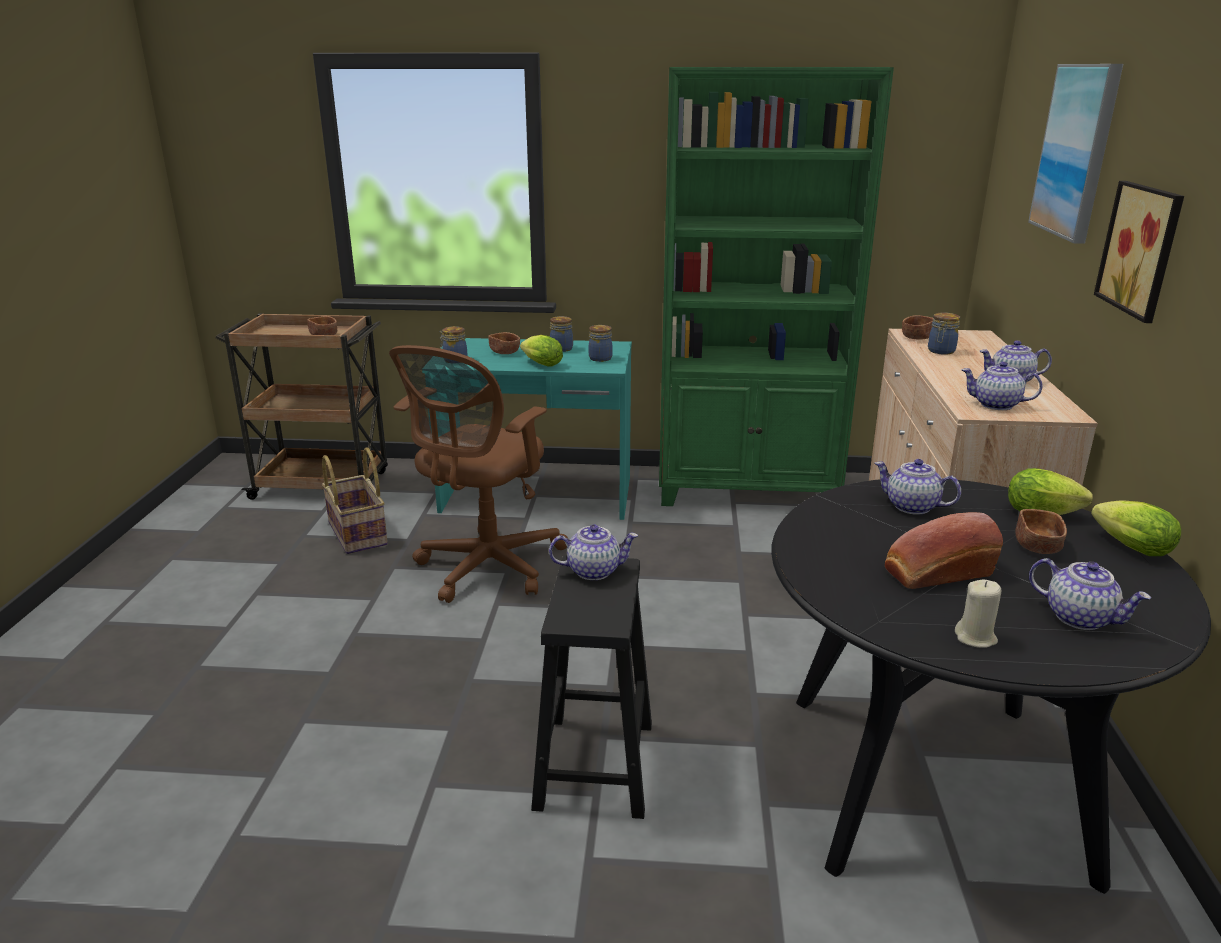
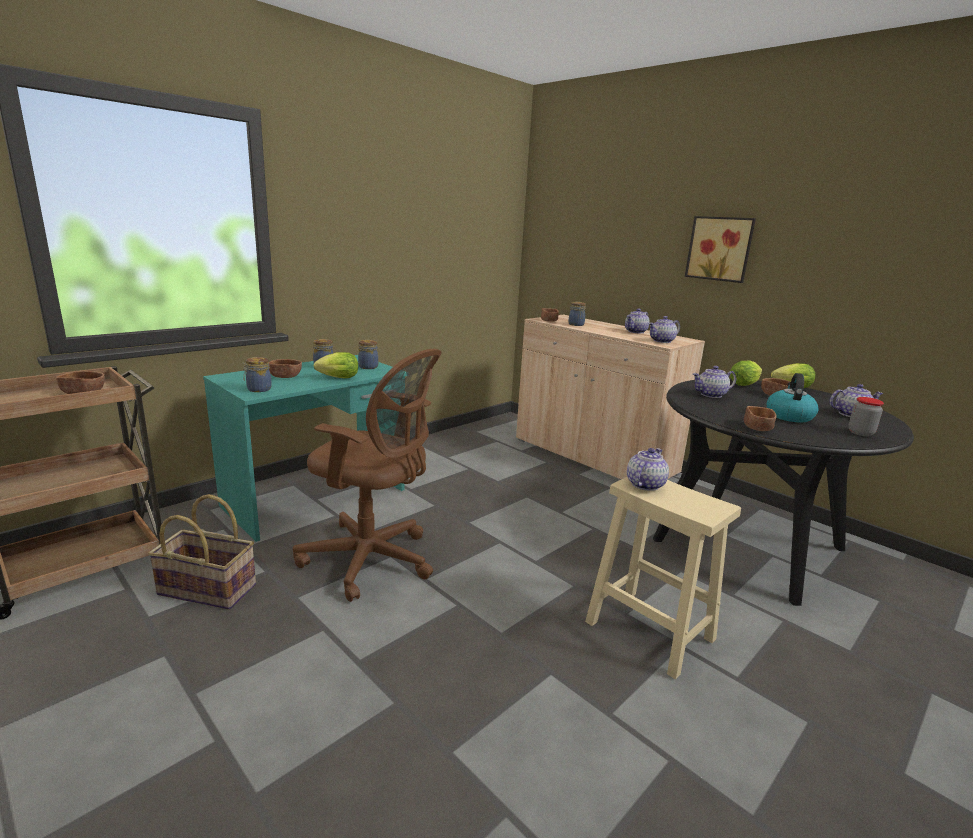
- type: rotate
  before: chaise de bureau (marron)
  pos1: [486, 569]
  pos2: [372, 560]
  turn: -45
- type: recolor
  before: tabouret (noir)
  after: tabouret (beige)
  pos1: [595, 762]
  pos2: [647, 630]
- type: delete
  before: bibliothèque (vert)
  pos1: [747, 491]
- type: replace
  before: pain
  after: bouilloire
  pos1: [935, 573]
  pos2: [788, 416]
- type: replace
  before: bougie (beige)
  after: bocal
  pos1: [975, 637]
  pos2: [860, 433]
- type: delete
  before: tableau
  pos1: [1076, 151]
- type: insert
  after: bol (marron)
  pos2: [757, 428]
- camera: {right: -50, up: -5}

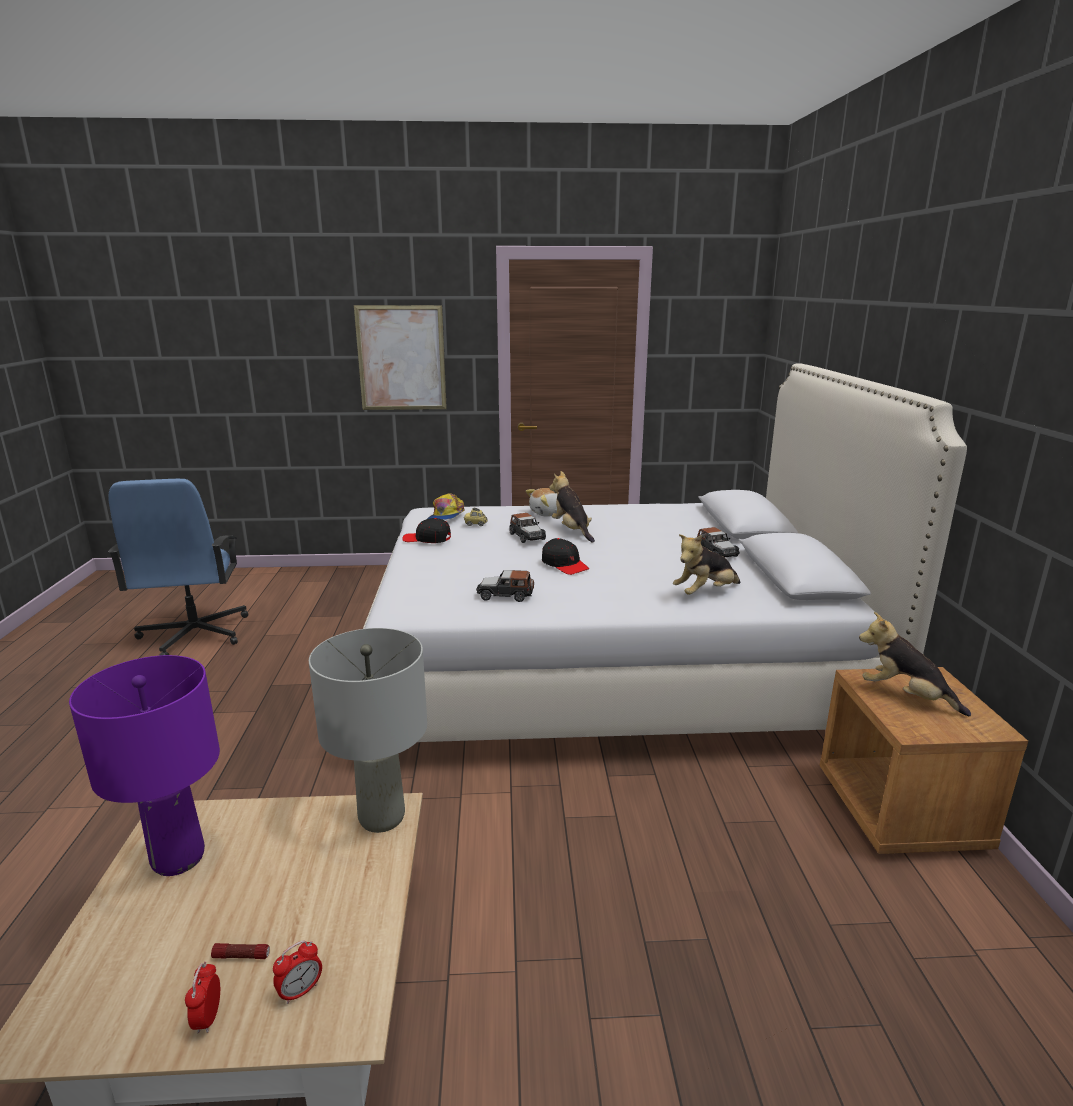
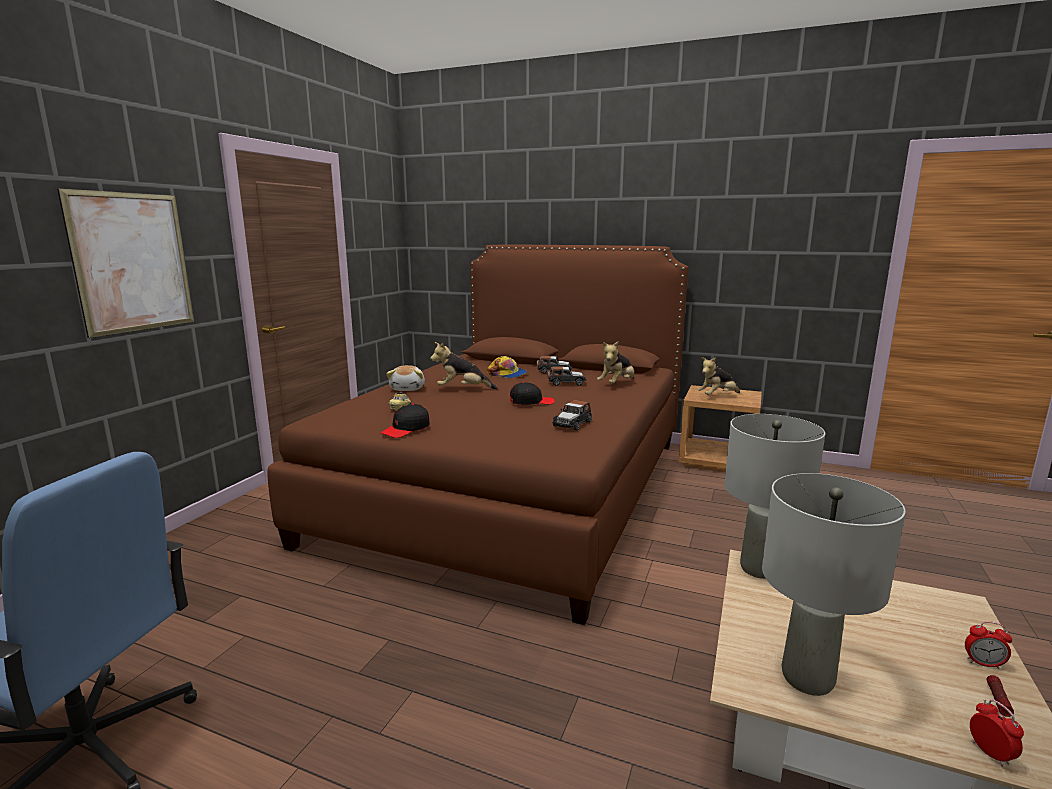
- type: recolor
  before: lampe de table (violet)
  after: lampe de table (gris)
  pos1: [179, 858]
  pos2: [807, 678]
- type: move
  before: lampe de poche
  pos1: [241, 956]
  pos2: [998, 699]
- type: move
  before: réveil
  pos1: [300, 991]
  pos2: [990, 753]
- type: recolor
  before: lit (blanc)
  after: lit (marron)
  pos1: [607, 665]
  pos2: [513, 487]
- type: move
  before: casquette
  pos1: [446, 516]
  pos2: [507, 374]
- type: move
  before: petite voiture
  pos1: [527, 536]
  pos2: [566, 383]
- type: rotate
  before: peluche
  pos1: [705, 593]
  pos2: [617, 384]
  turn: 45
- camera: {right: -65, up: -5}

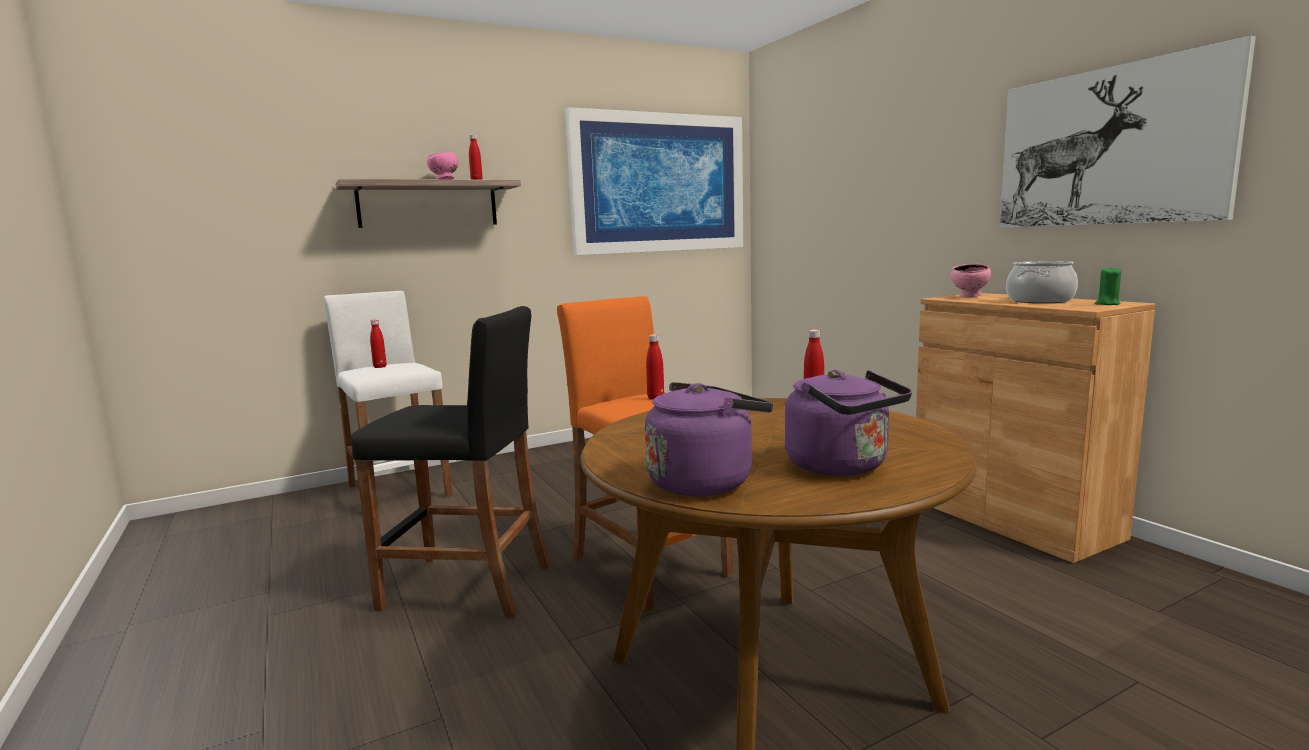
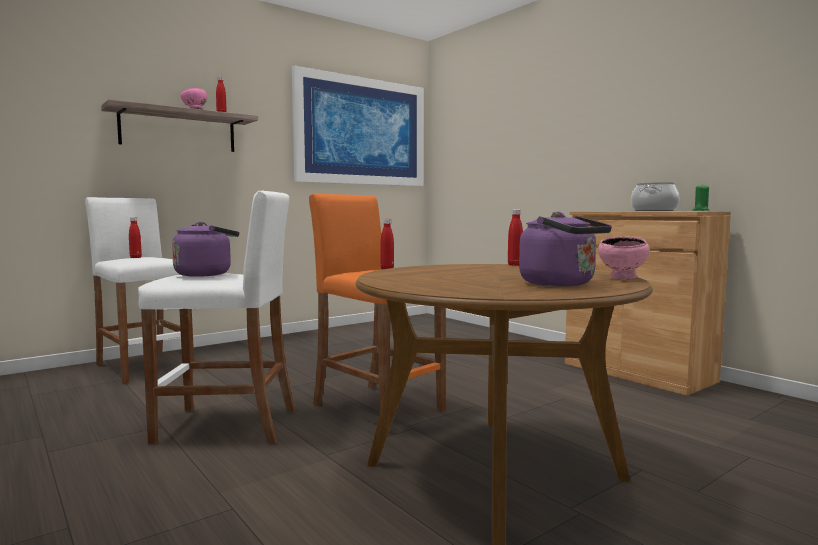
- type: recolor
  before: tabouret (noir)
  after: tabouret (blanc)
  pos1: [468, 587]
  pos2: [228, 426]
- type: move
  before: bouilloire (violet)
  pos1: [704, 481]
  pos2: [206, 274]
- type: move
  before: bol (rose)
  pos1: [970, 297]
  pos2: [623, 278]
- type: delete
  before: tableau
  pos1: [1109, 147]
- camera: {right: -10, up: -5}

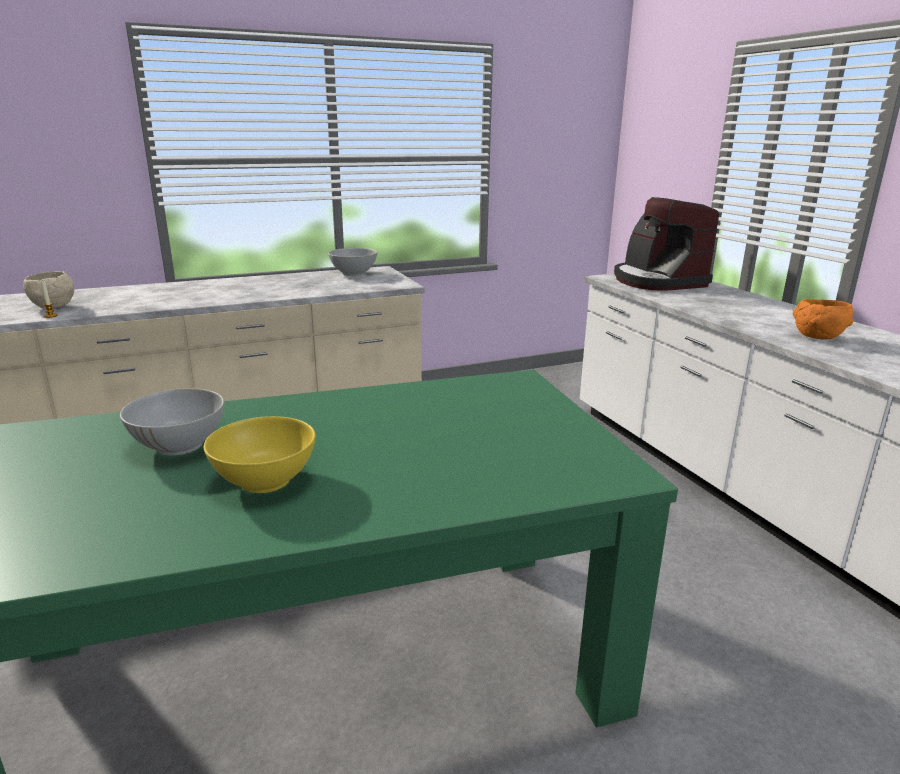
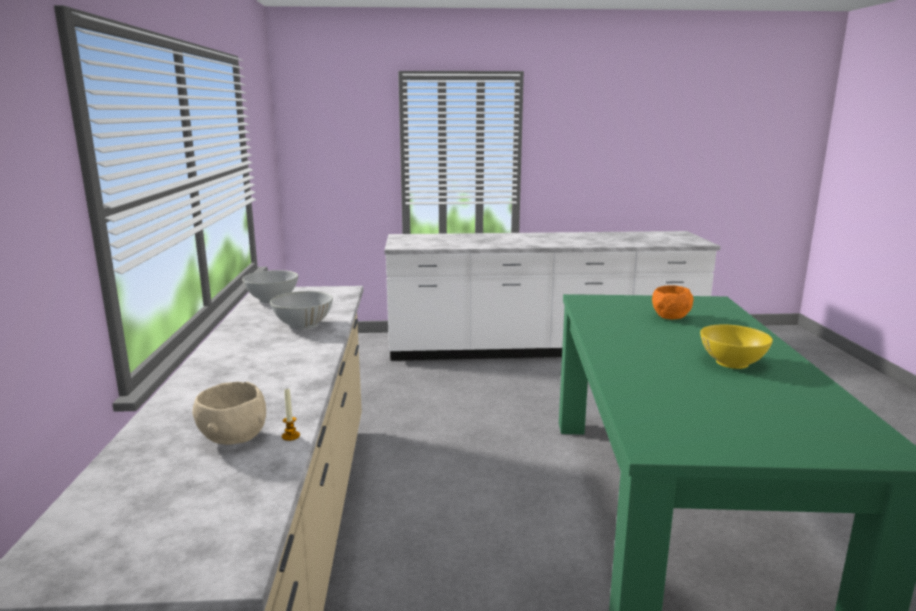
- type: move
  before: bol (blanc)
  pos1: [180, 445]
  pos2: [303, 325]
- type: delete
  before: machine à café
  pos1: [657, 281]
- type: move
  before: bol (orange)
  pos1: [818, 337]
  pos2: [670, 317]
- camera: {right: -70, up: -5}

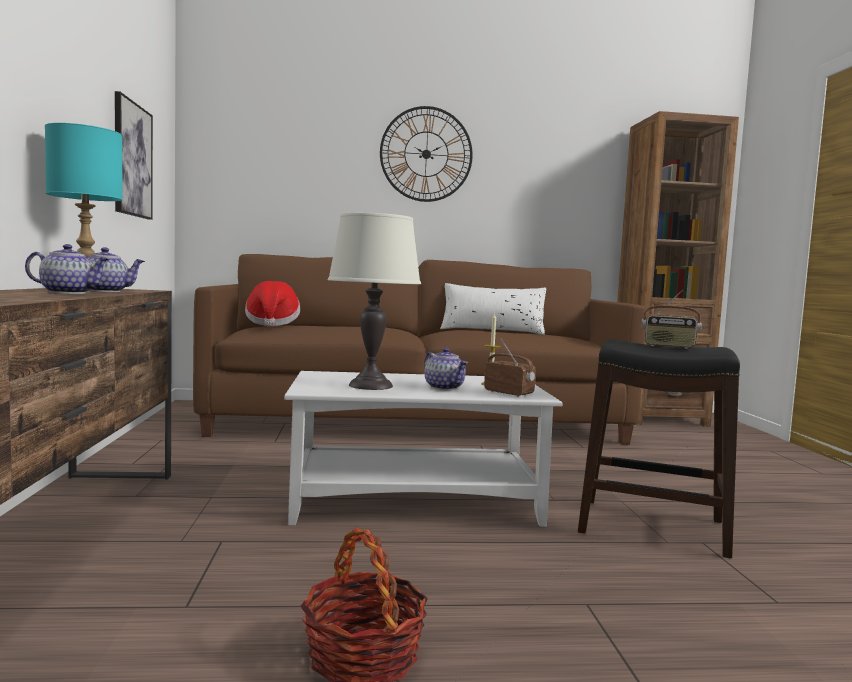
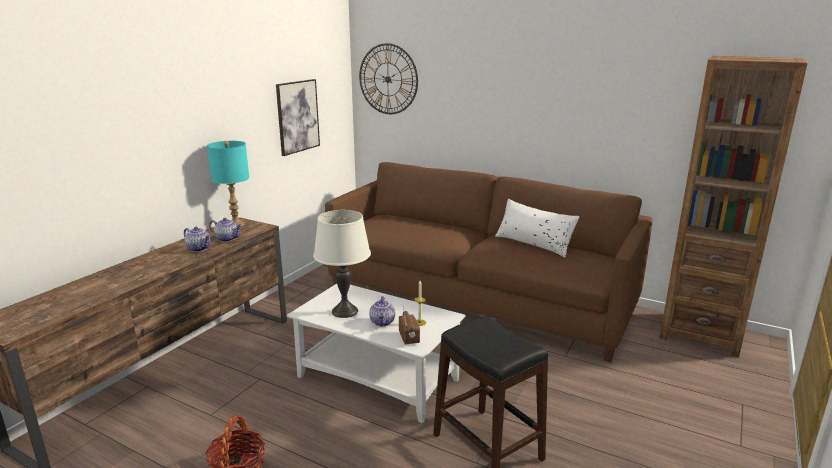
- type: delete
  before: chapeau
  pos1: [272, 324]
- type: move
  before: horloge murale
  pos1: [426, 154]
  pos2: [388, 79]
- type: delete
  before: radio
  pos1: [669, 346]
- camera: {right: 35, up: 15}

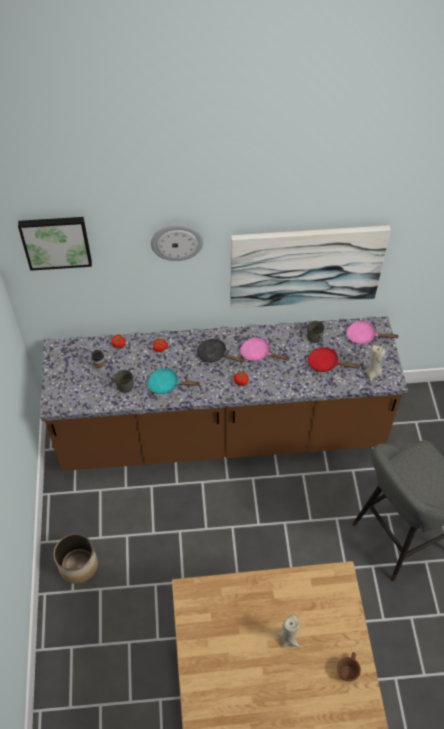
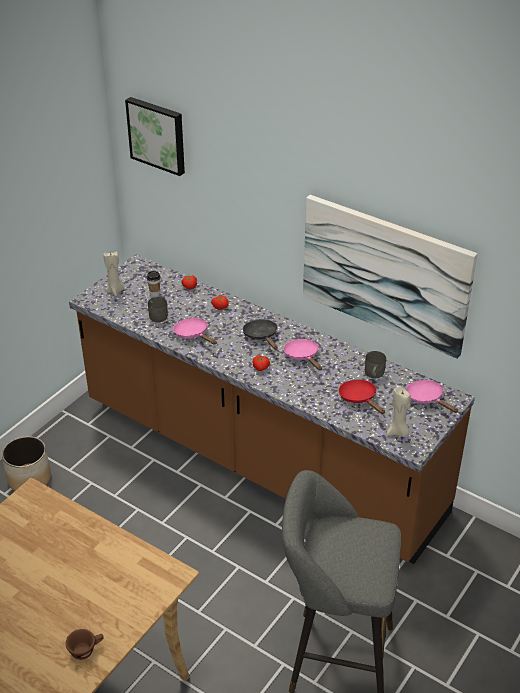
- type: recolor
  before: poêle (turquoise)
  after: poêle (rose)
  pos1: [167, 385]
  pos2: [193, 334]
- type: delete
  before: horloge murale
  pos1: [177, 241]
- type: move
  before: bougie (beige)
  pos1: [288, 638]
  pos2: [115, 291]
- camera: {right: 40, up: -15}

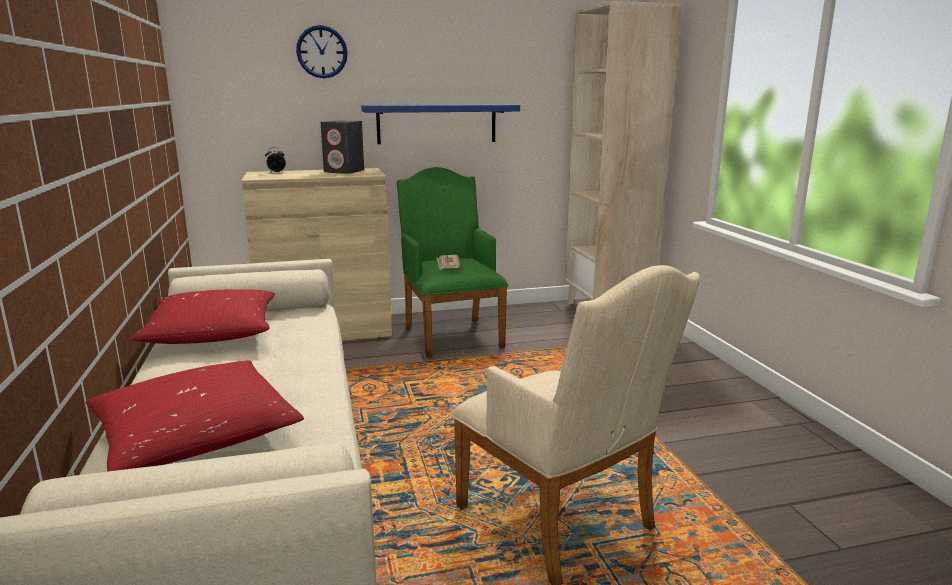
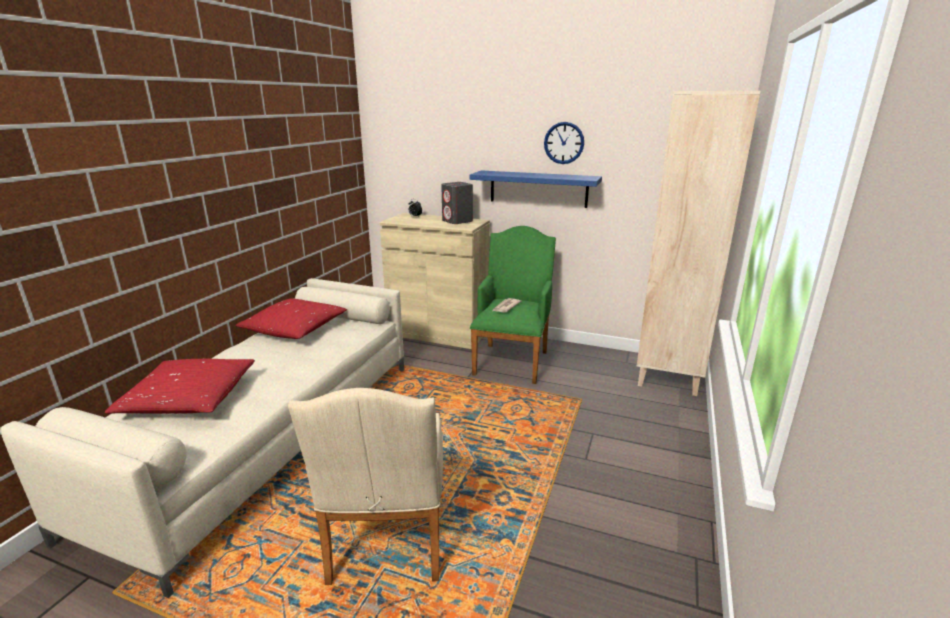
- type: move
  before: horloge murale
  pos1: [322, 52]
  pos2: [564, 143]
- camera: {right: 35, up: 5}

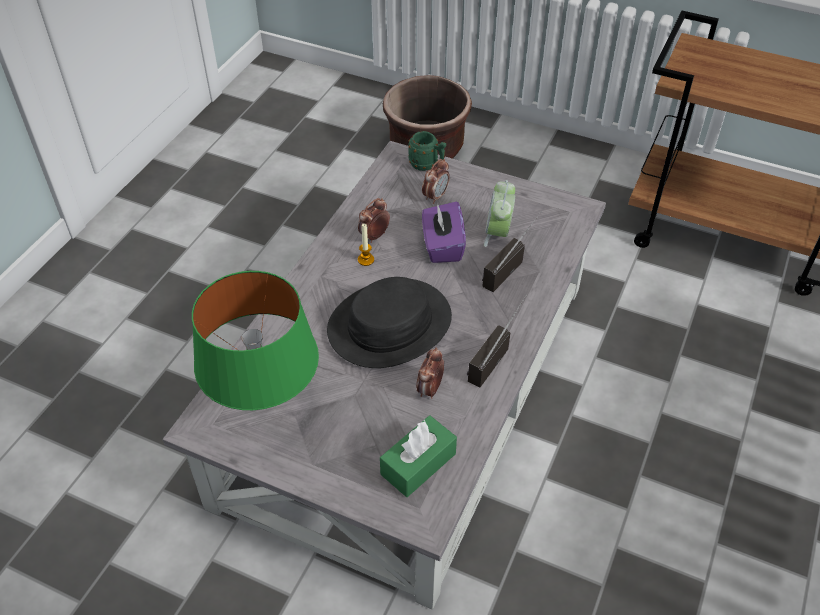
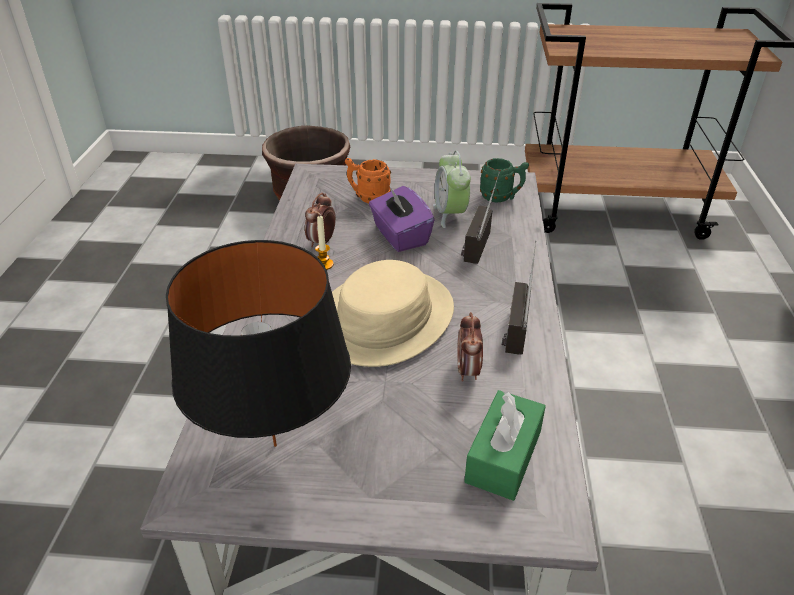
- type: recolor
  before: lampe de table (vert)
  after: lampe de table (noir)
  pos1: [265, 407]
  pos2: [274, 445]
- type: recolor
  before: chapeau (noir)
  after: chapeau (beige)
  pos1: [390, 325]
  pos2: [384, 318]
- type: move
  before: mug (vert)
  pos1: [427, 166]
  pos2: [501, 197]
- type: replace
  before: réveil
  after: mug (orange)
  pos1: [435, 196]
  pos2: [368, 197]
- camera: {right: -20, up: -10}

